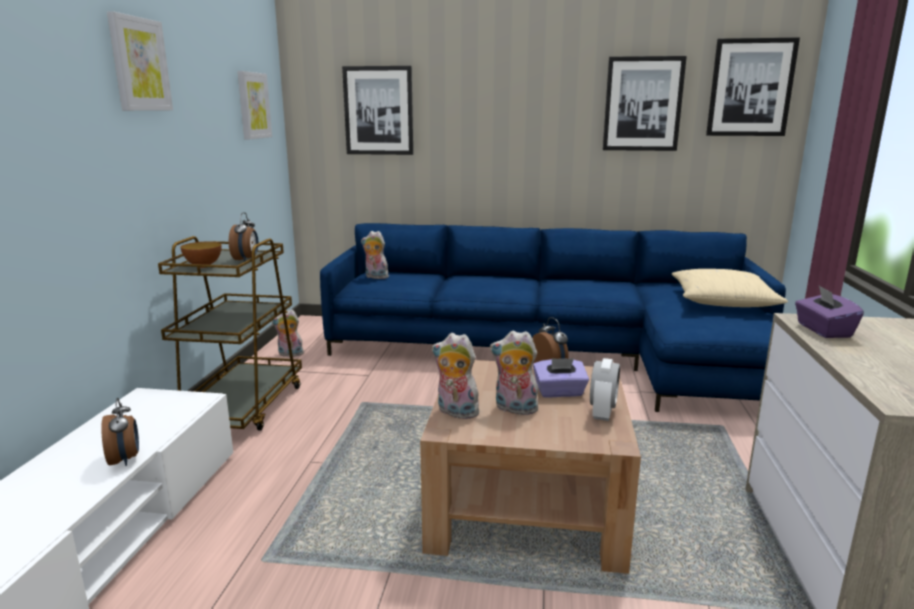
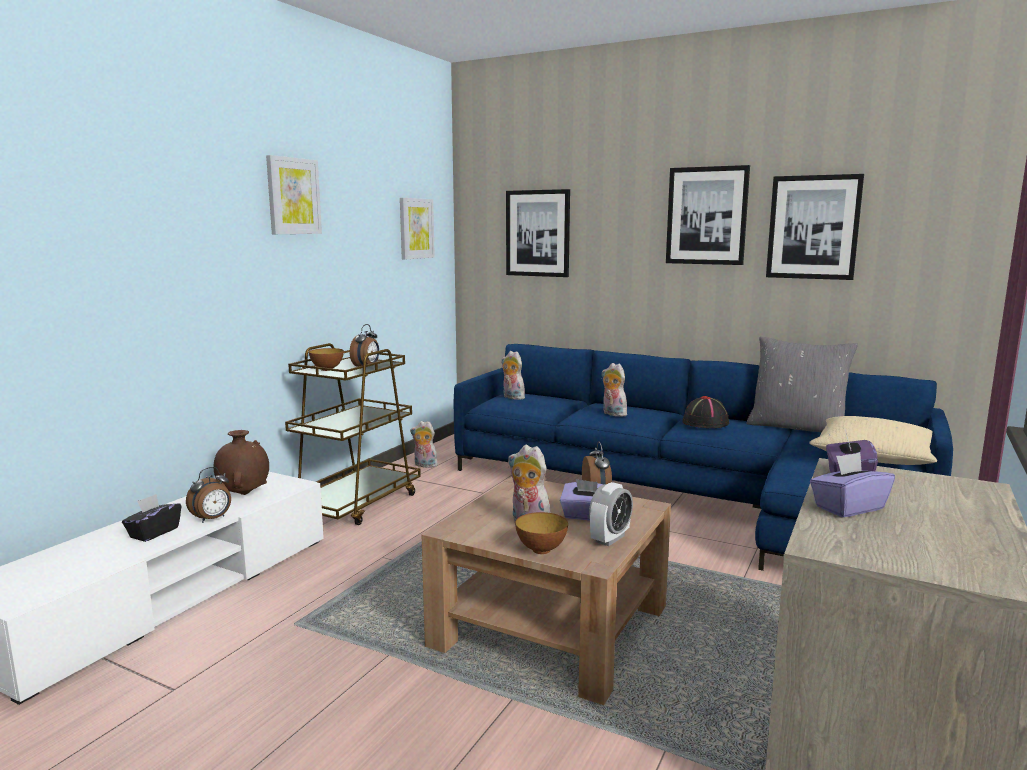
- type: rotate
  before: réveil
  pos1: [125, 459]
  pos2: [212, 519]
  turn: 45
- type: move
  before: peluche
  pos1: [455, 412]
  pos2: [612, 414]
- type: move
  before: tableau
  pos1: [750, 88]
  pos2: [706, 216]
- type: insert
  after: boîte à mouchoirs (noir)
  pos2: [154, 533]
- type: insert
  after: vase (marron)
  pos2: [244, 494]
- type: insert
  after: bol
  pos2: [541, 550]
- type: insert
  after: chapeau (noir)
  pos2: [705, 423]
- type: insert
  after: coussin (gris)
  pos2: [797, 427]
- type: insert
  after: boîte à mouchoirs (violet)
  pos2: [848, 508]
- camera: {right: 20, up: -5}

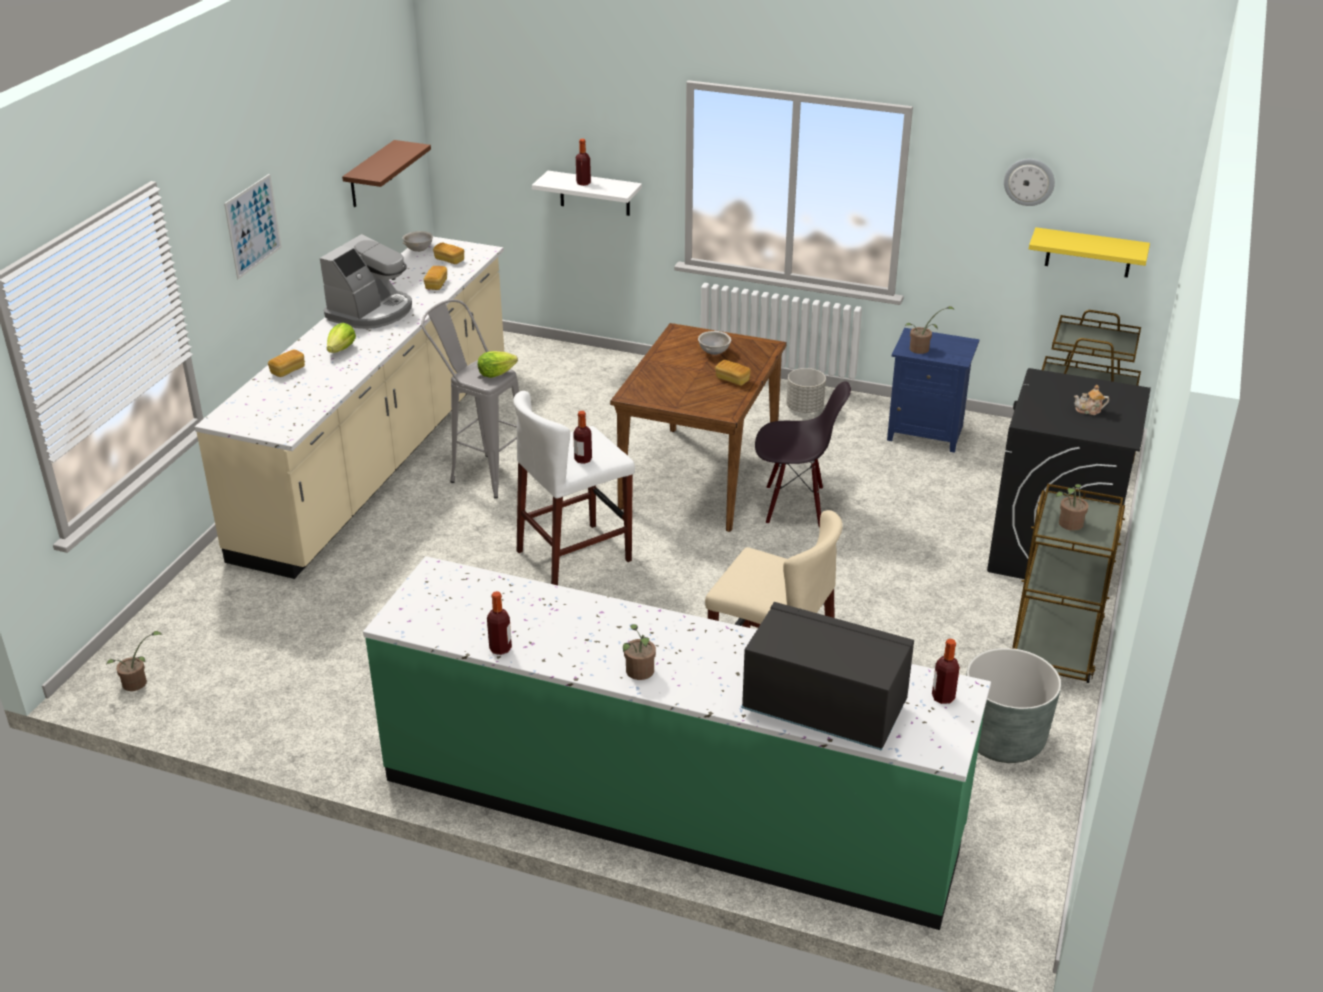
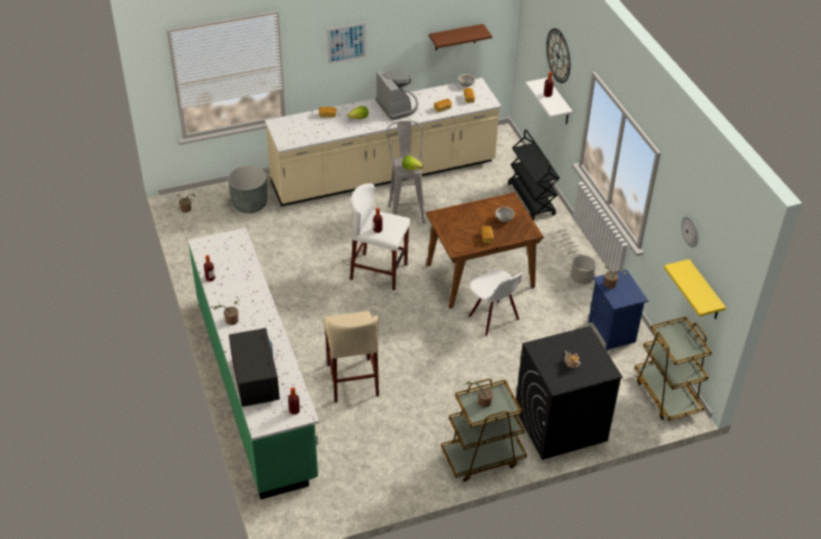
- type: rotate
  before: machine à café
  pos1: [371, 312]
  pos2: [397, 106]
  turn: -105
- type: recolor
  before: chaise (noir)
  after: chaise (blanc)
  pos1: [795, 506]
  pos2: [493, 318]
- type: move
  before: cache-pot (gris)
  pos1: [1003, 739]
  pos2: [249, 204]
- type: insert
  after: chariot (noir)
  pos2: [531, 200]
- type: insert
  after: horloge murale
  pos2: [558, 55]
- camera: {right: 50, up: 10}

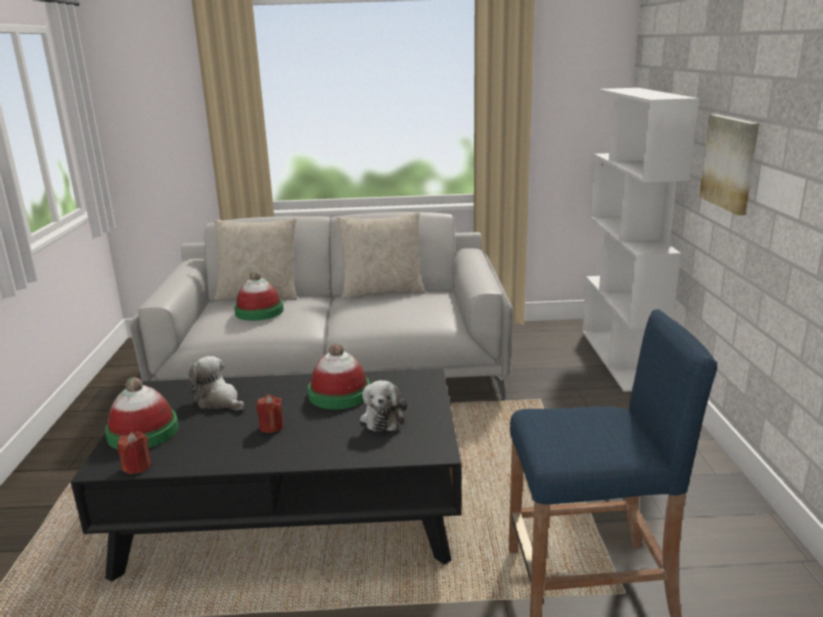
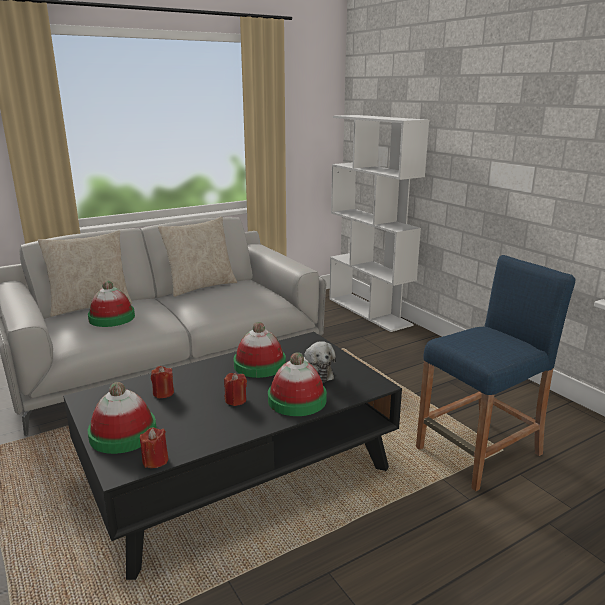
- type: replace
  before: peluche
  after: bougie (rouge)
  pos1: [219, 401]
  pos2: [163, 393]
- type: delete
  before: tableau
  pos1: [730, 163]
- type: insert
  after: chapeau
  pos2: [297, 400]
- camera: {right: -30, up: 0}

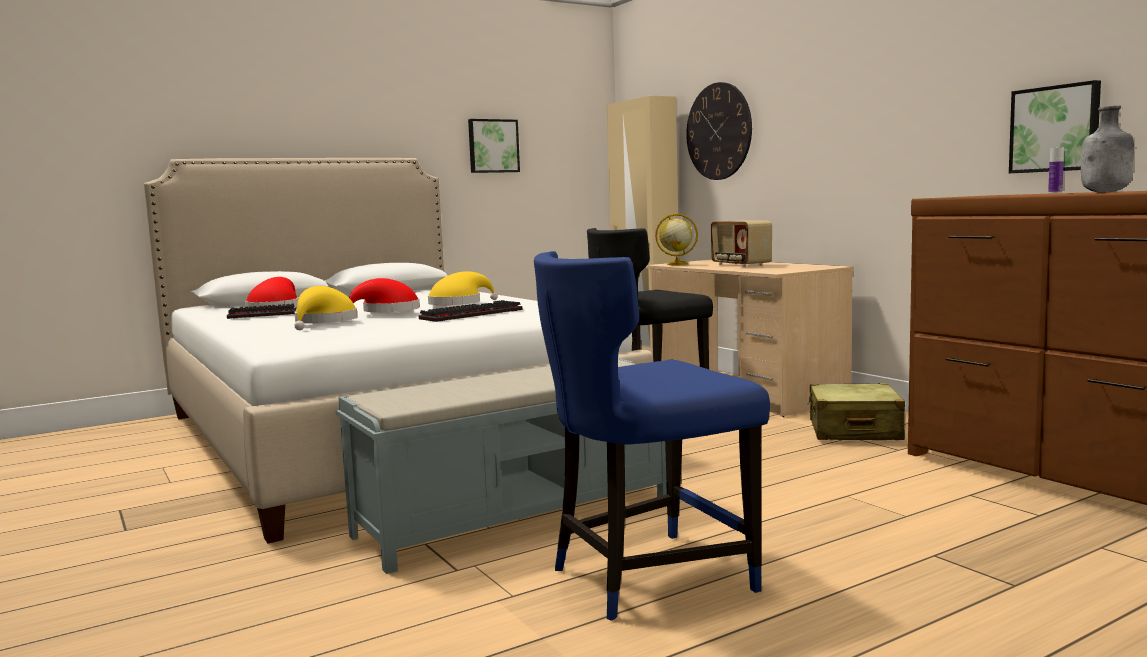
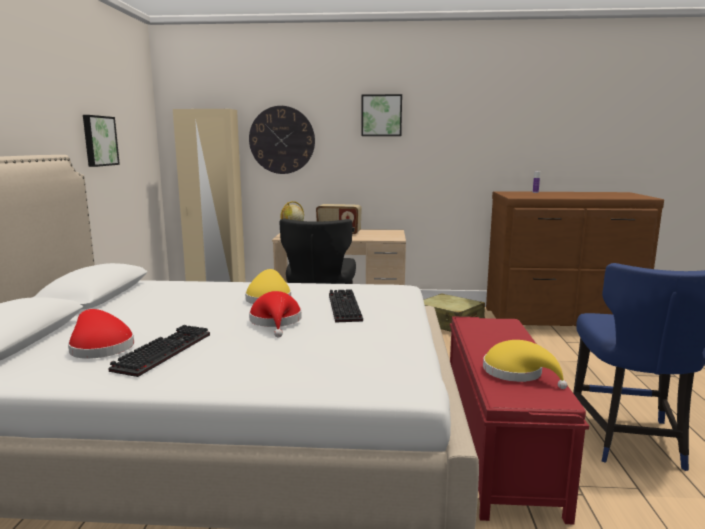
- type: move
  before: chapeau (jaune)
  pos1: [324, 322]
  pos2: [517, 373]
- type: recolor
  before: banc (gris)
  after: banc (rouge)
  pos1: [518, 516]
  pos2: [497, 444]
- type: move
  before: tableau
  pos1: [1055, 129]
  pos2: [381, 115]
- type: delete
  before: bouteille (gris)
  pos1: [1106, 192]
- camera: {right: -55, up: 5}

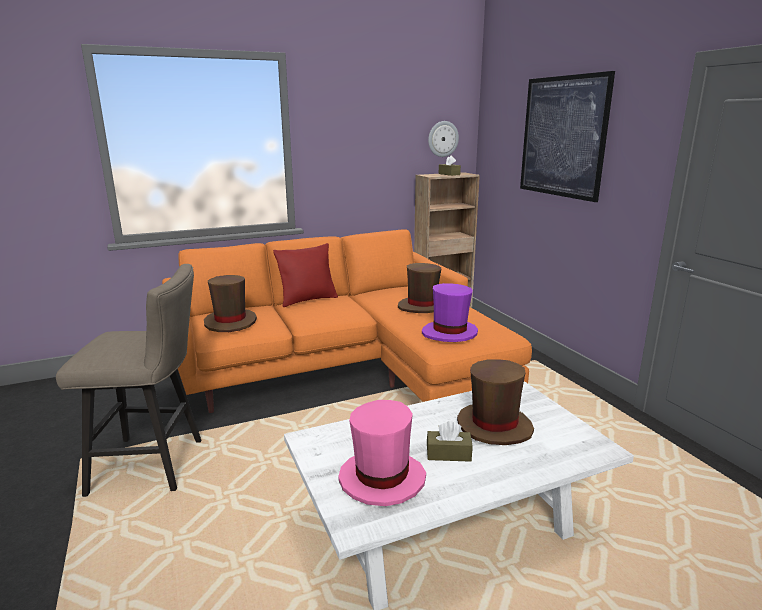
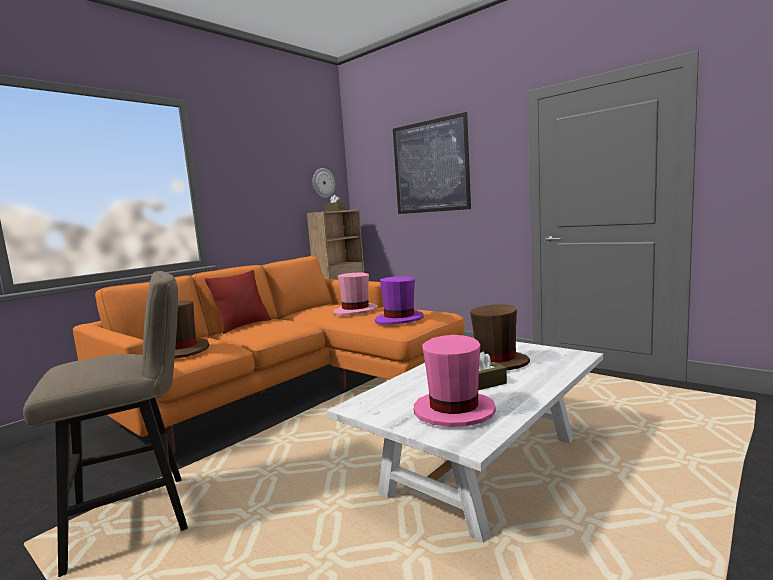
- type: recolor
  before: chapeau (marron)
  after: chapeau (rose)
  pos1: [422, 306]
  pos2: [355, 311]
- camera: {right: -25, up: -10}

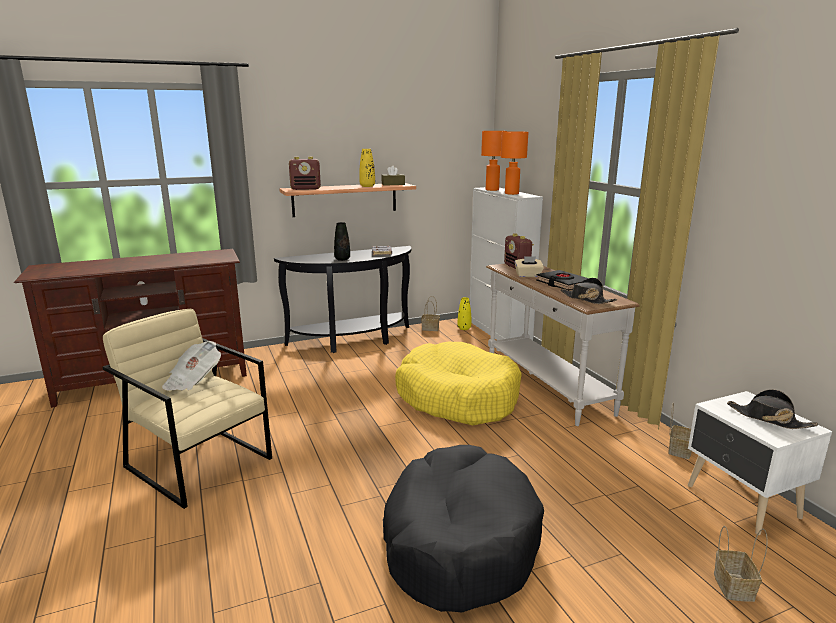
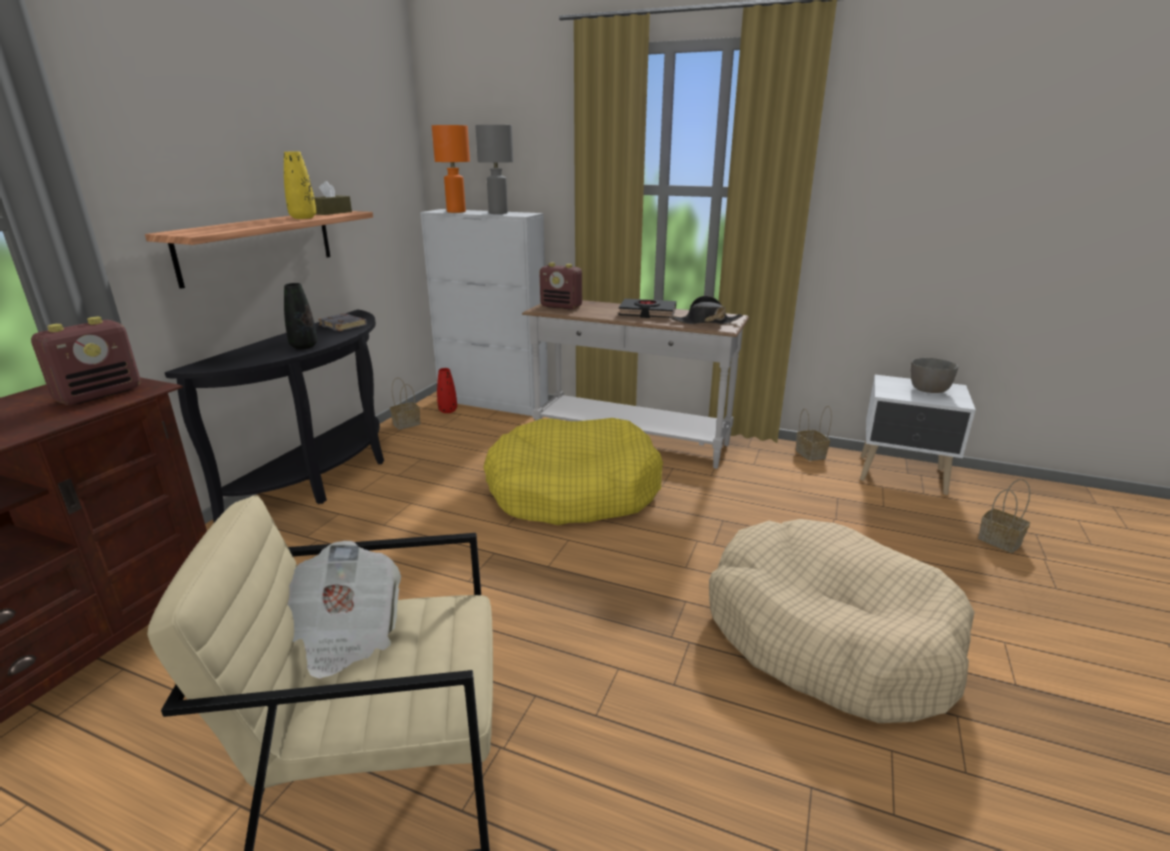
- type: move
  before: radio
  pos1: [306, 189]
  pos2: [100, 394]
- type: recolor
  before: panier pour chien (noir)
  after: panier pour chien (beige)
  pos1: [459, 541]
  pos2: [827, 635]
- type: recolor
  before: vase (jaune)
  after: vase (rouge)
  pos1: [464, 328]
  pos2: [448, 411]
- type: recolor
  before: lampe de table (orange)
  after: lampe de table (gris)
  pos1: [511, 193]
  pos2: [497, 213]
- type: delete
  before: boîte à mouchoirs (beige)
  pos1: [528, 275]
- type: replace
  before: chapeau (noir)
  after: bol (gris)
  pos1: [768, 418]
  pos2: [928, 390]
- camera: {right: -45, up: 5}

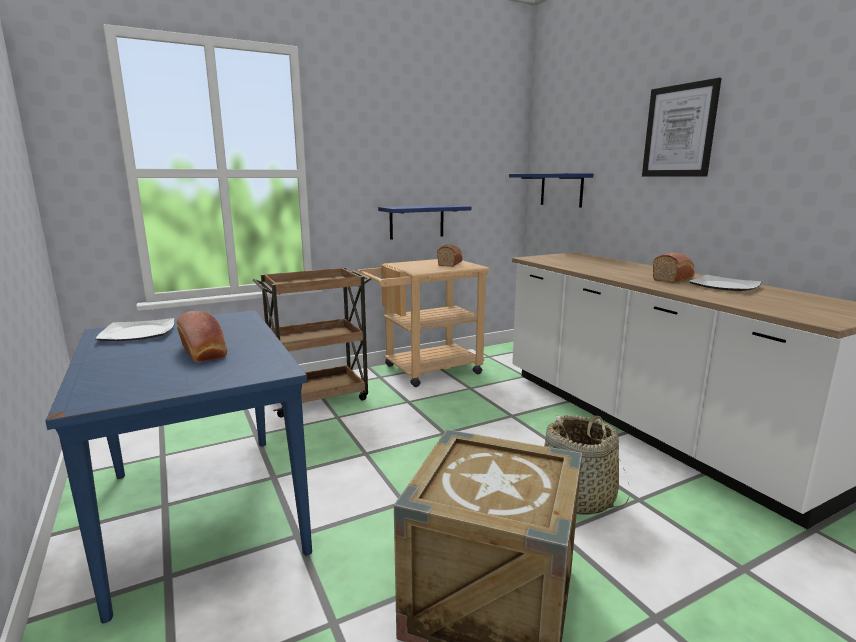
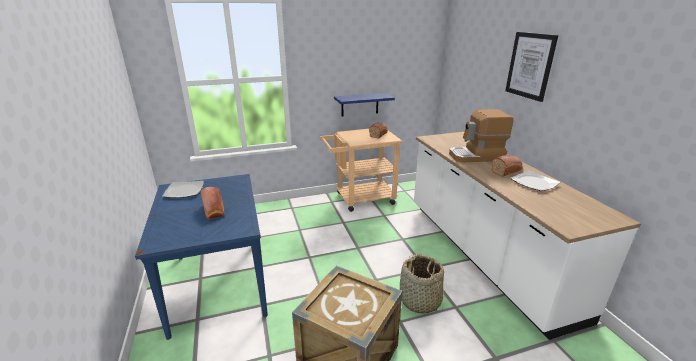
- type: delete
  before: chariot (marron)
  pos1: [319, 397]
- type: delete
  before: étagère (bleu)
  pos1: [561, 190]
- type: insert
  after: machine à café
  pos2: [476, 156]
- camera: {right: 10, up: 10}

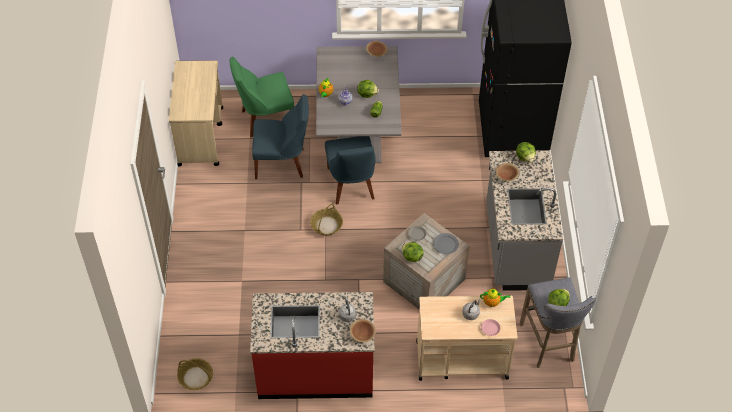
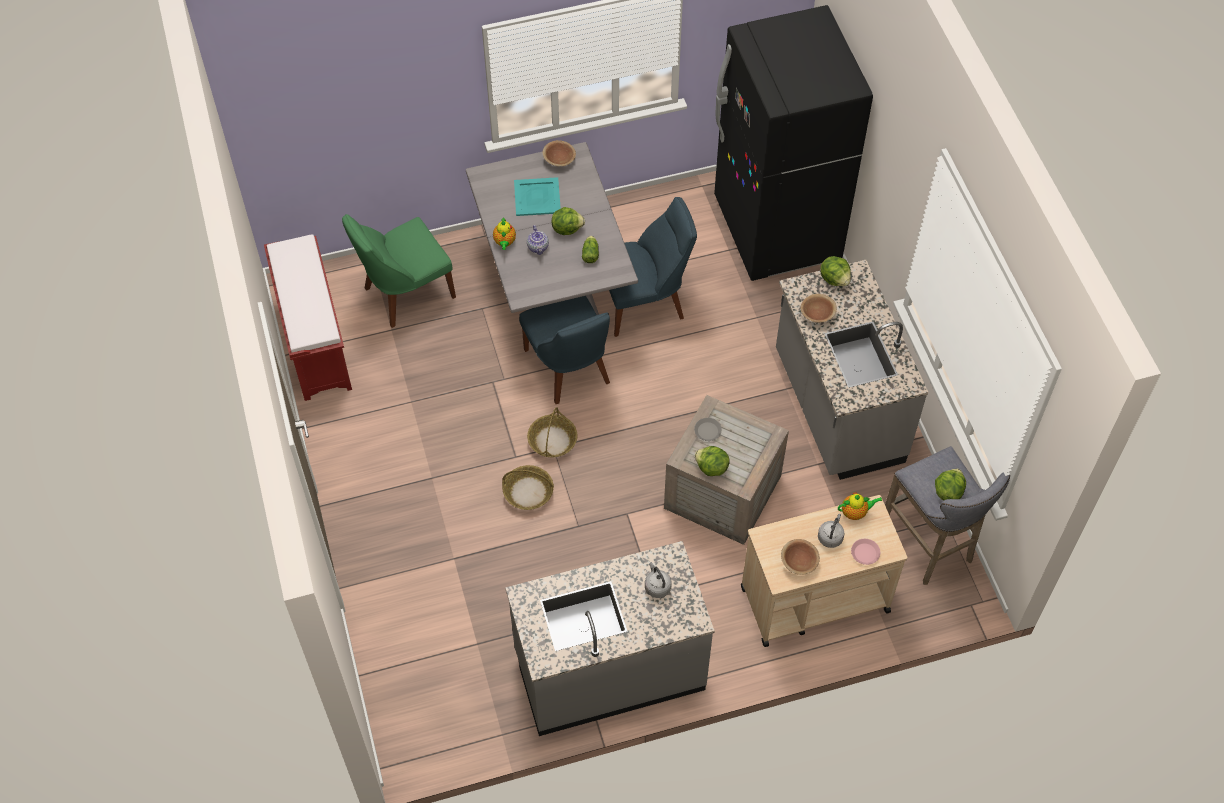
- type: replace
  before: chariot (beige)
  after: banc (rouge)
  pos1: [201, 136]
  pos2: [314, 342]
- type: move
  before: panier
  pos1: [195, 377]
  pos2: [528, 492]
- type: recolor
  before: comptoir de cuisine (rouge)
  after: comptoir de cuisine (gris)
  pos1: [315, 370]
  pos2: [609, 670]
- type: move
  before: chaise (bleu)
  pos1: [282, 163]
  pos2: [645, 303]
- type: move
  before: bol (marron)
  pos1: [362, 334]
  pos2: [799, 561]
- type: delete
  before: assiette (gris)
  pos1: [445, 244]
- type: insert
  after: plateau (turquoise)
  pos2: [536, 197]
- camera: {right: -15, up: 5}

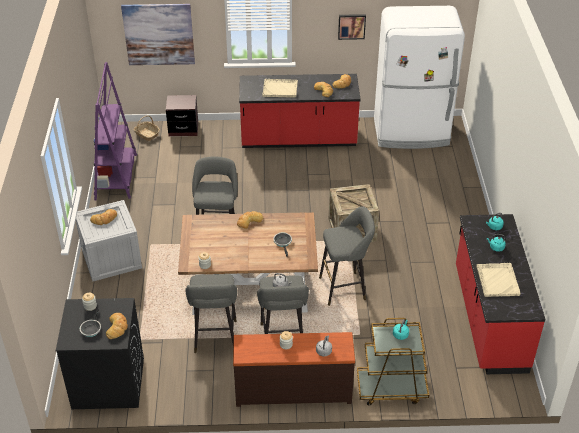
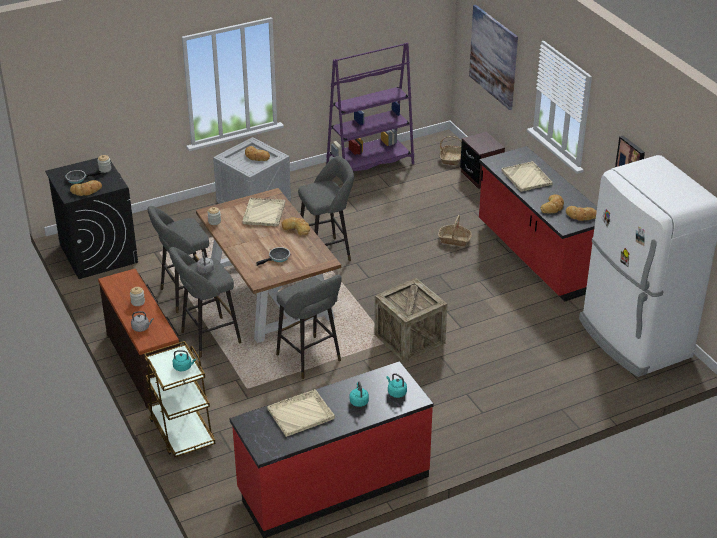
- type: insert
  after: plateau (beige)
  pos2: [264, 213]
- type: insert
  after: panier
  pos2: [454, 240]
- camera: {right: 65, up: -5}

